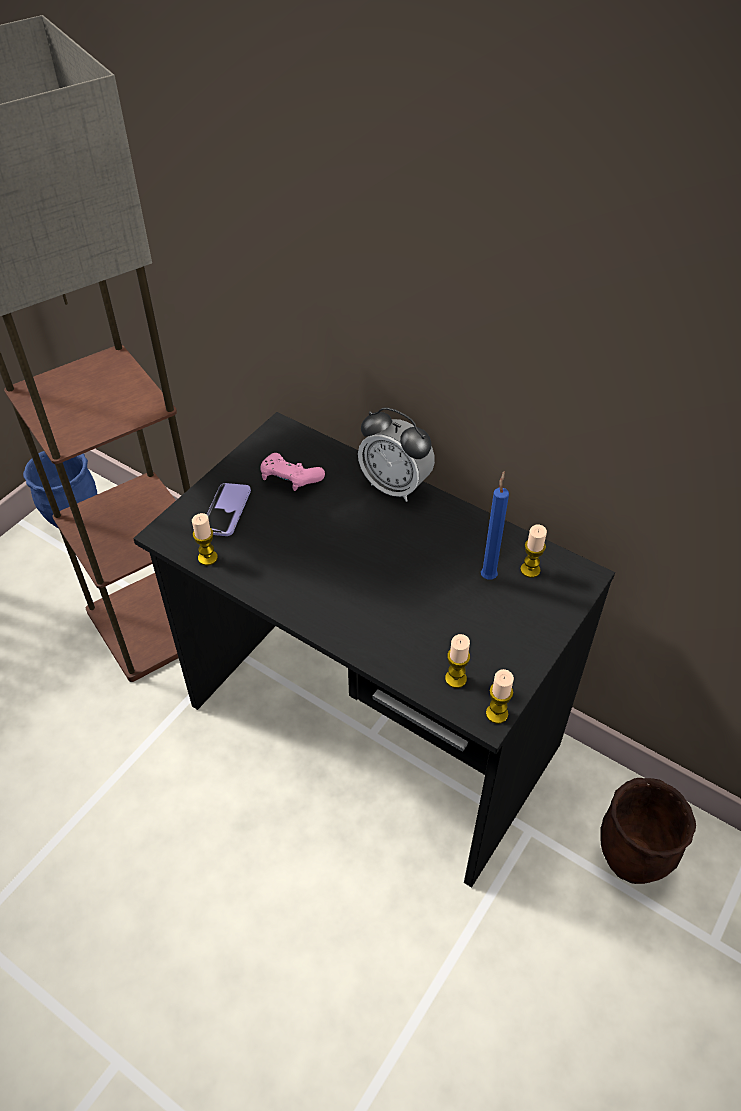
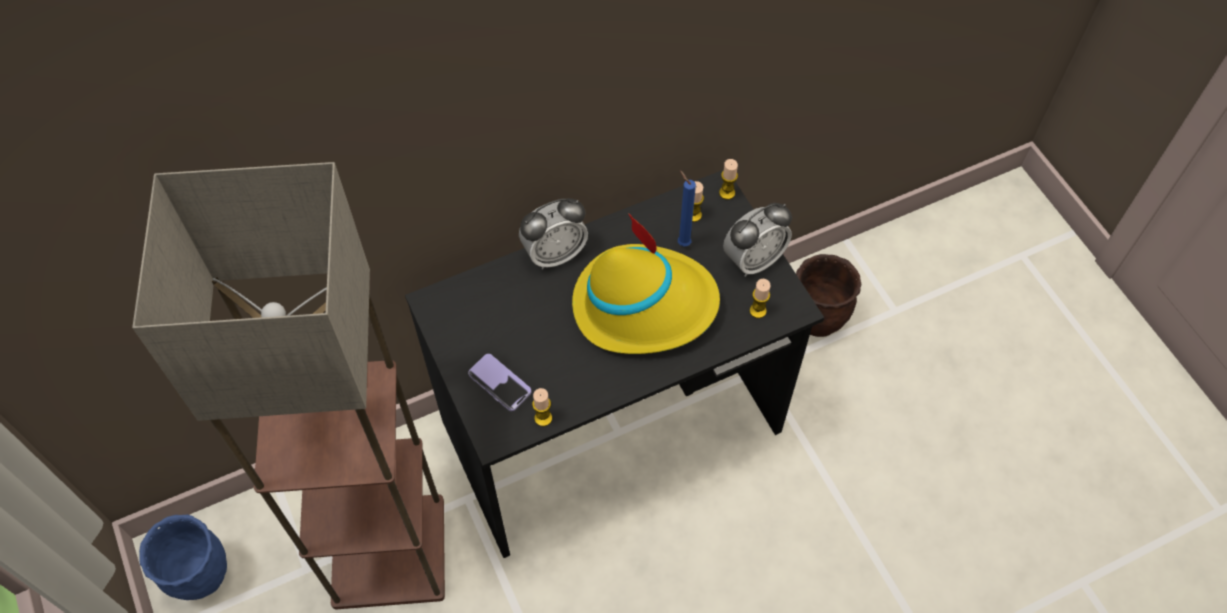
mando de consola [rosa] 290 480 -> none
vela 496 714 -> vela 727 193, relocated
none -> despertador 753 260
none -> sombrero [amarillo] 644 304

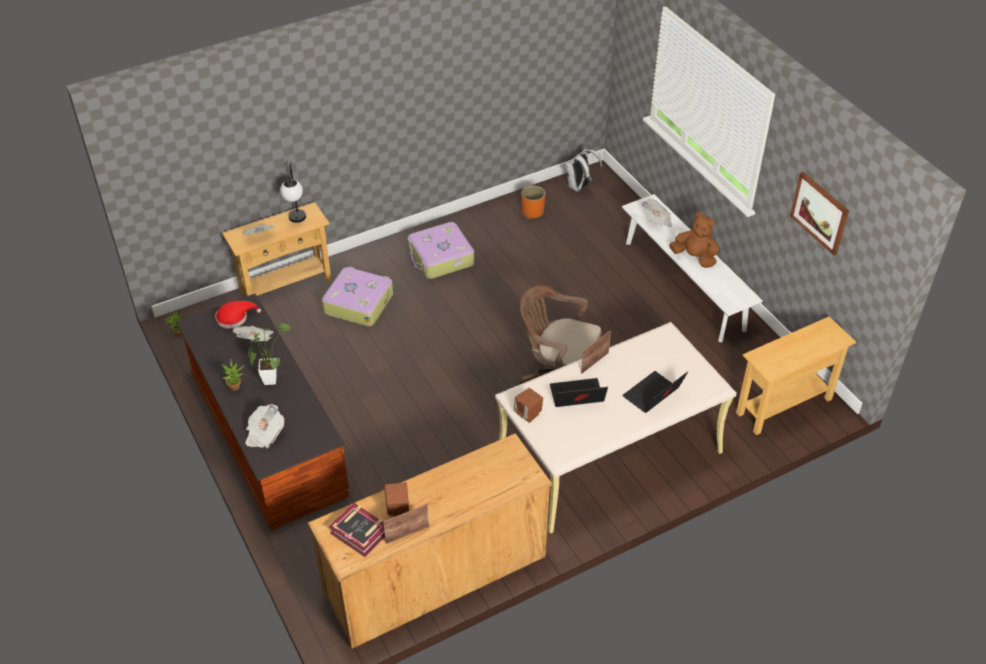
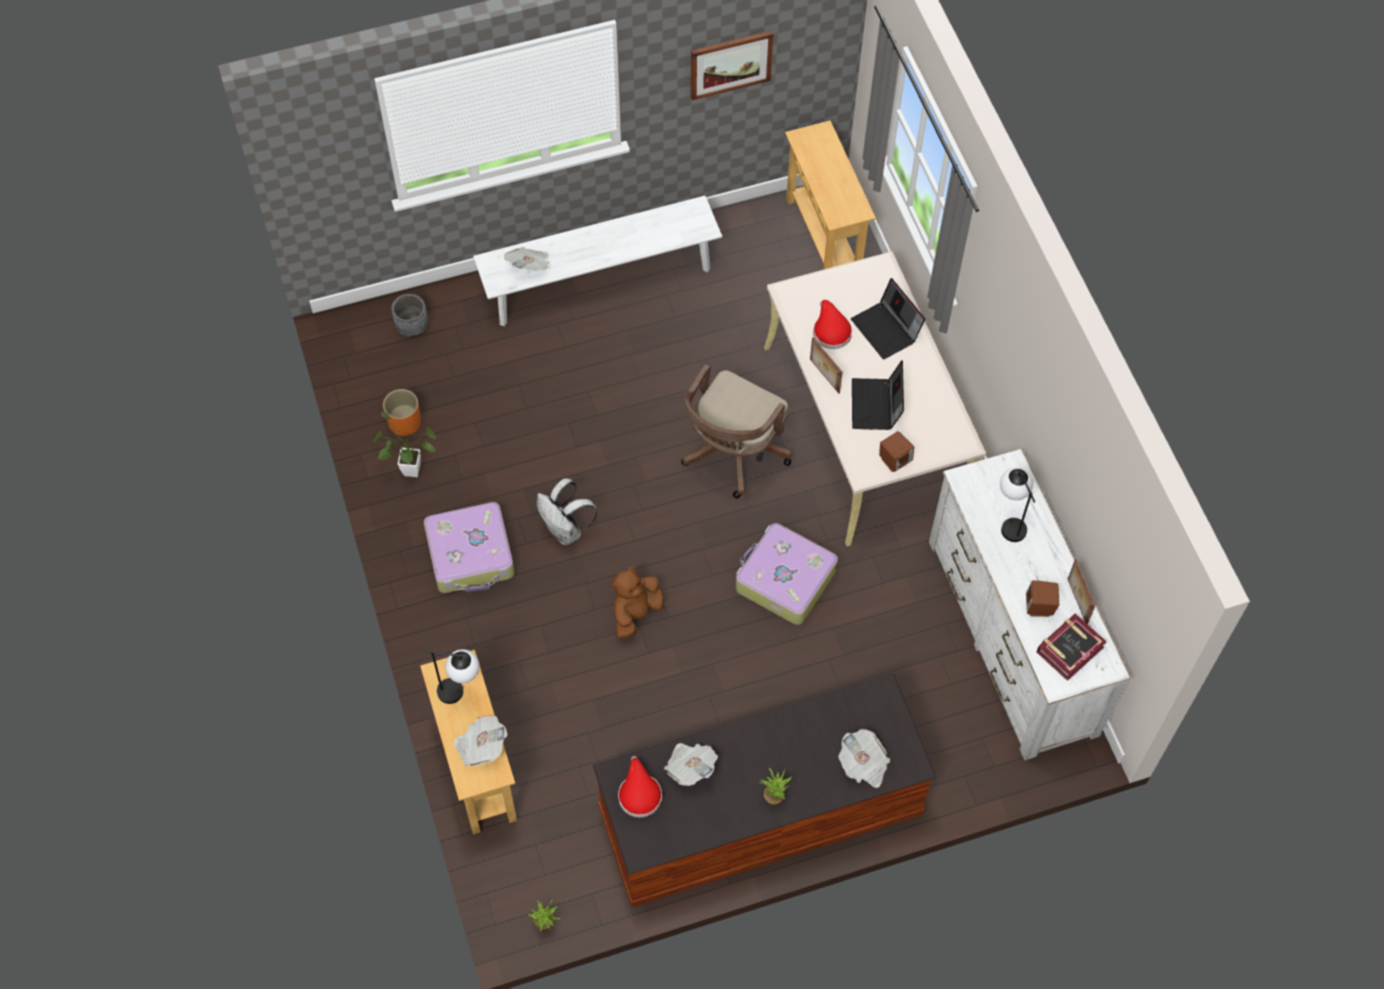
mochila [blanco] 580 187 -> mochila [blanco] 566 530, relocated
peluche [marrón] 694 257 -> peluche [marrón] 635 613, relocated
maleta 358 303 -> maleta 784 580, relocated
planta en maceta 270 377 -> planta en maceta 407 470, relocated
cómoda [marrón] 435 575 -> cómoda [blanco] 1011 637
none -> maceta [gris] 412 327
none -> sombrero [rojo] 830 330
none -> lámpara de mesa 1009 522

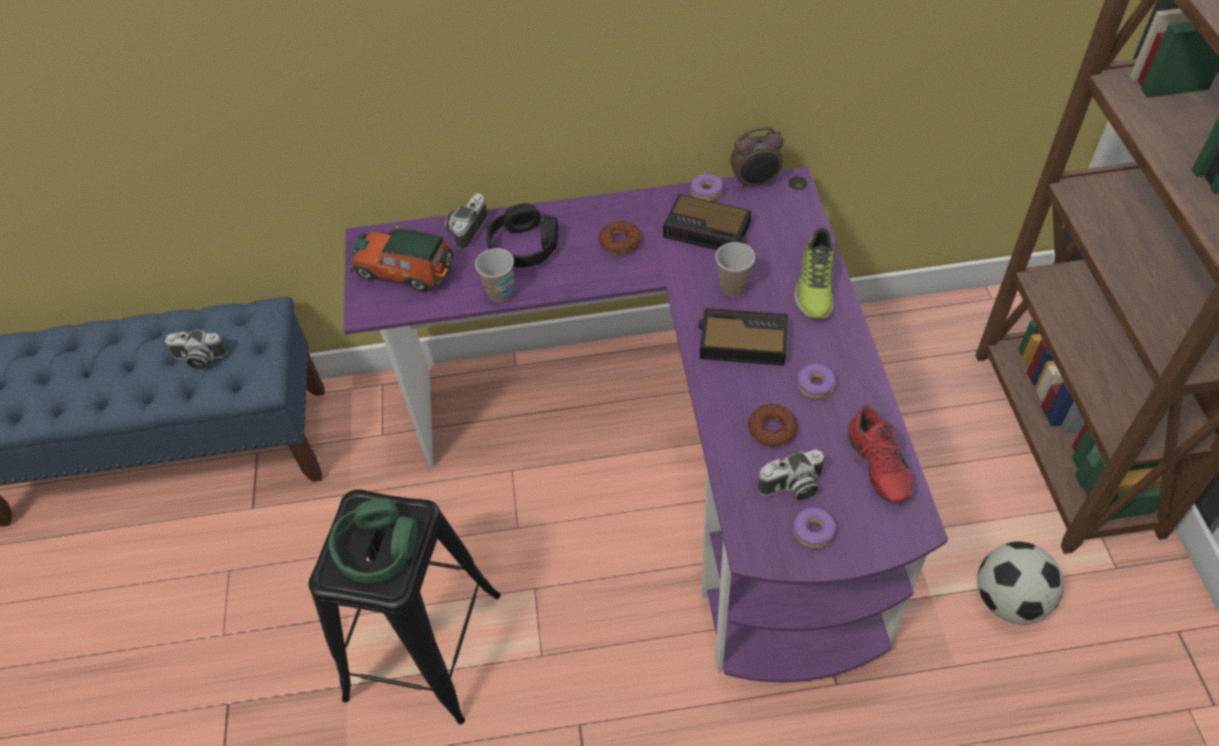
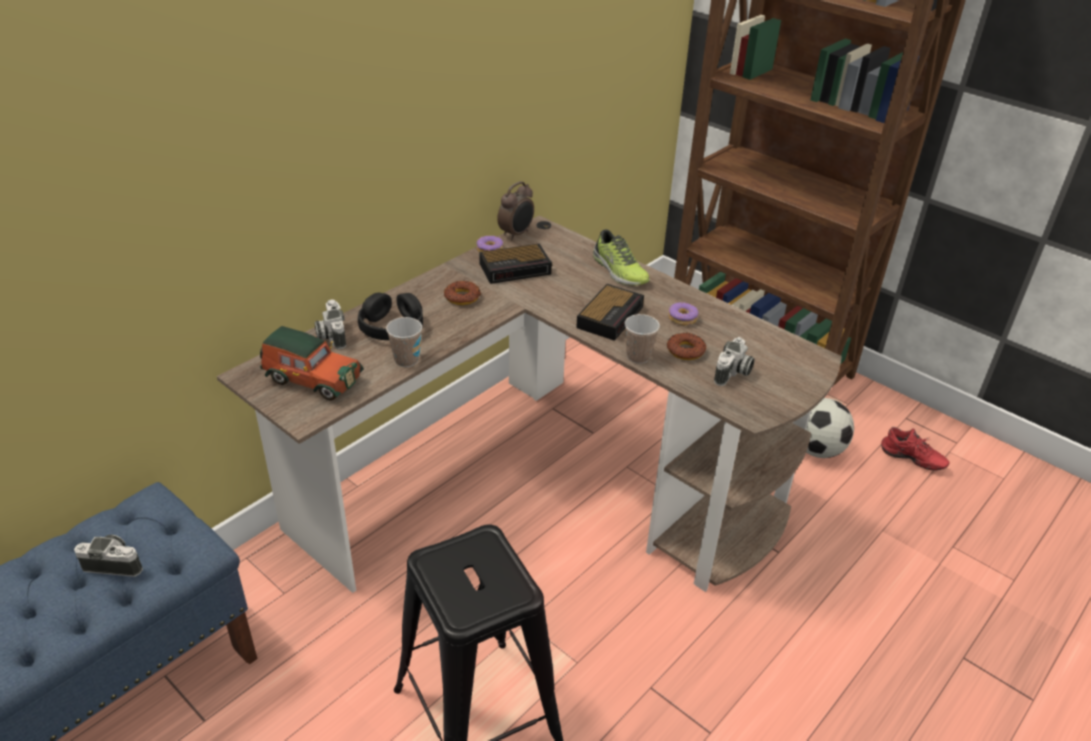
escritorio [morado] 676 457 -> escritorio [marrón] 542 481
coche de juguete 407 271 -> coche de juguete 311 378, 135 degrees counterclockwise
taza 733 287 -> taza 638 356, relocated
despertador 741 341 -> despertador 610 316, 150 degrees clockwise
cámara 199 359 -> cámara 116 563, 135 degrees counterclockwise
zapato [rojo] 874 467 -> zapato [rojo] 911 460, relocated
auriculares [verde] 377 548 -> none
rosquilla 813 532 -> none

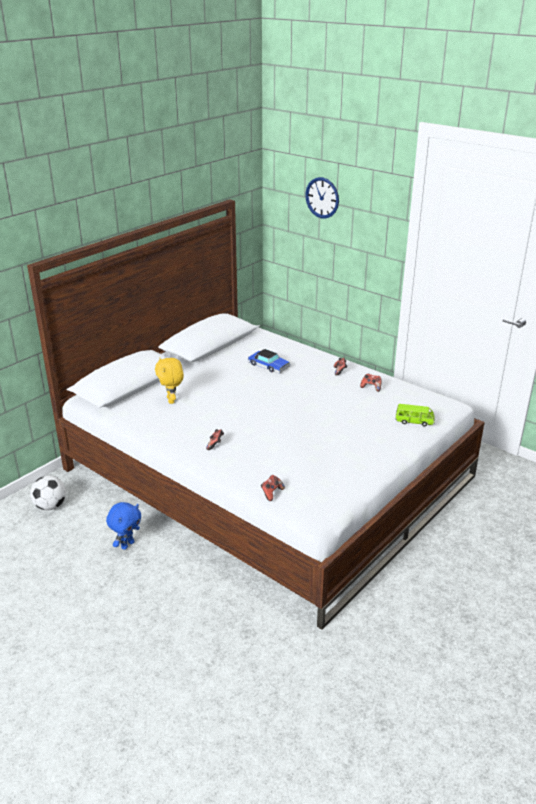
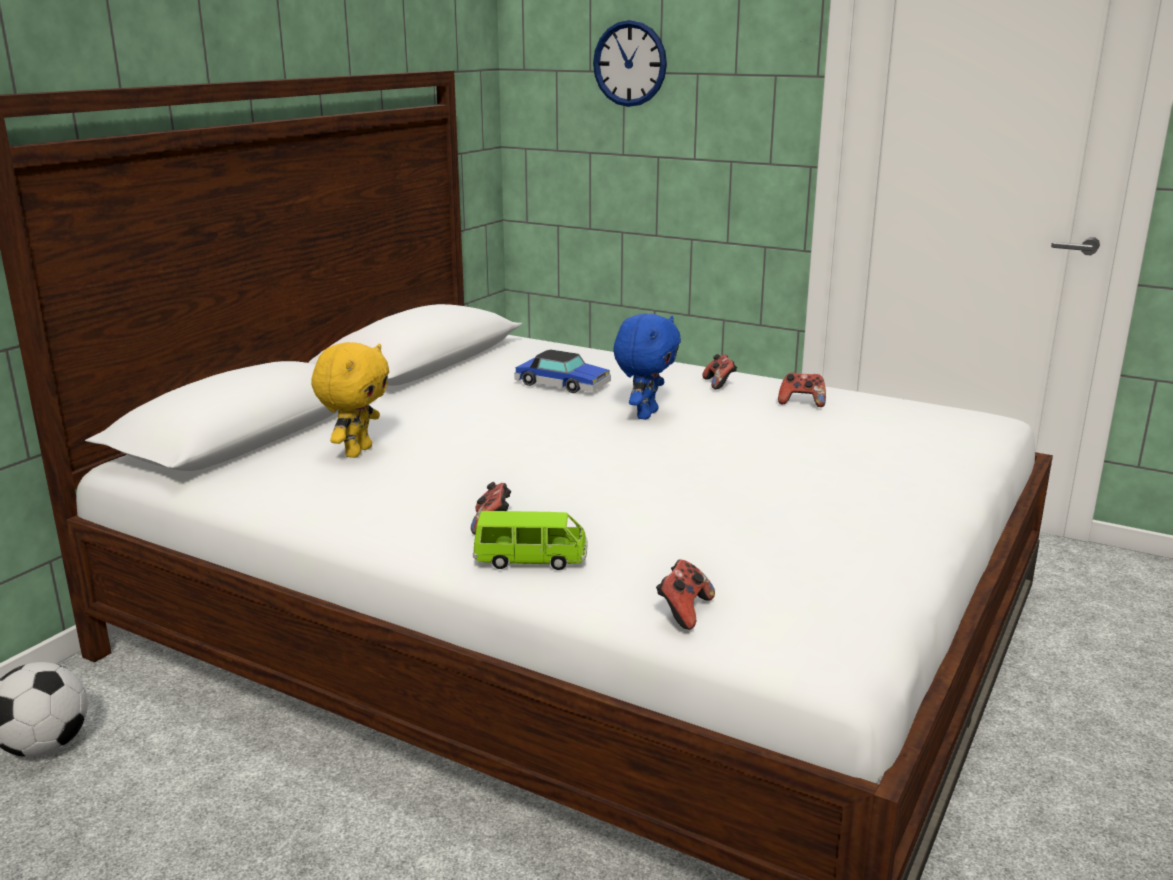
peluche [amarillo] 172 400 -> peluche [amarillo] 357 451, 135 degrees counterclockwise
coche de juguete [verde] 414 421 -> coche de juguete [verde] 531 560, relocated
peluche [azul] 127 544 -> peluche [azul] 645 414, relocated

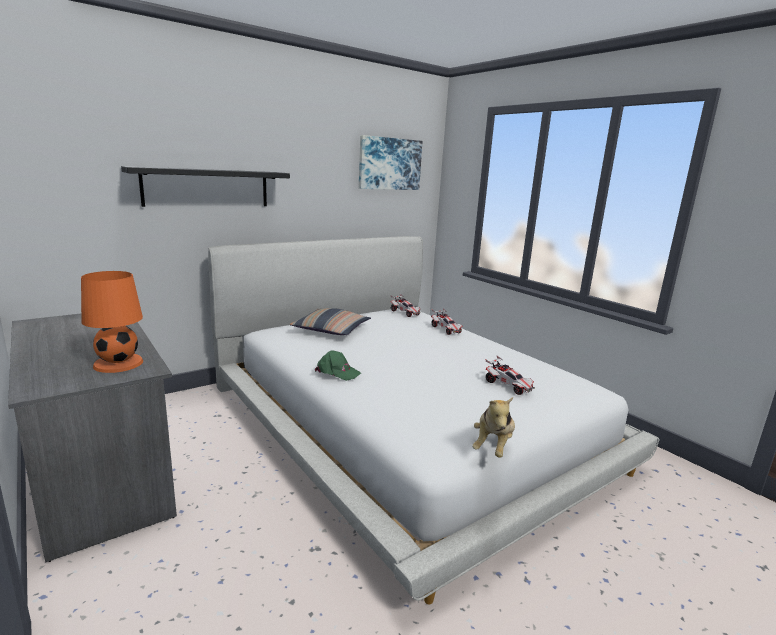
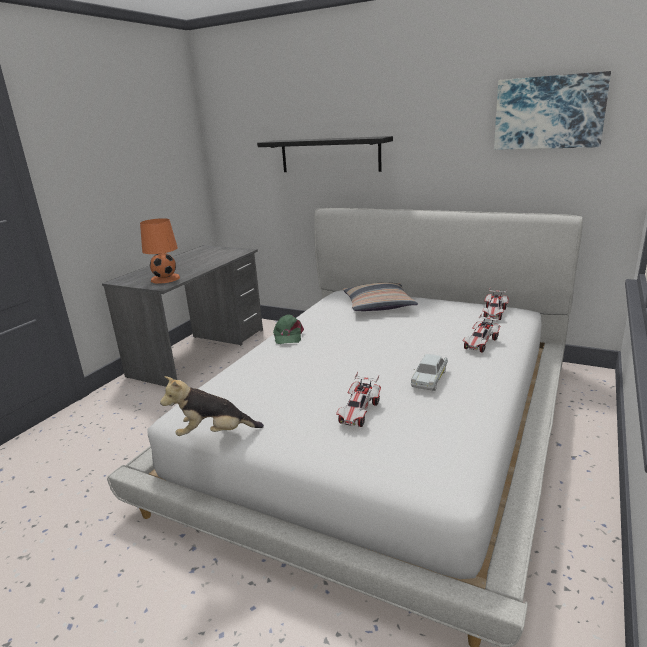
none -> coche de juguete [blanco] 429 379

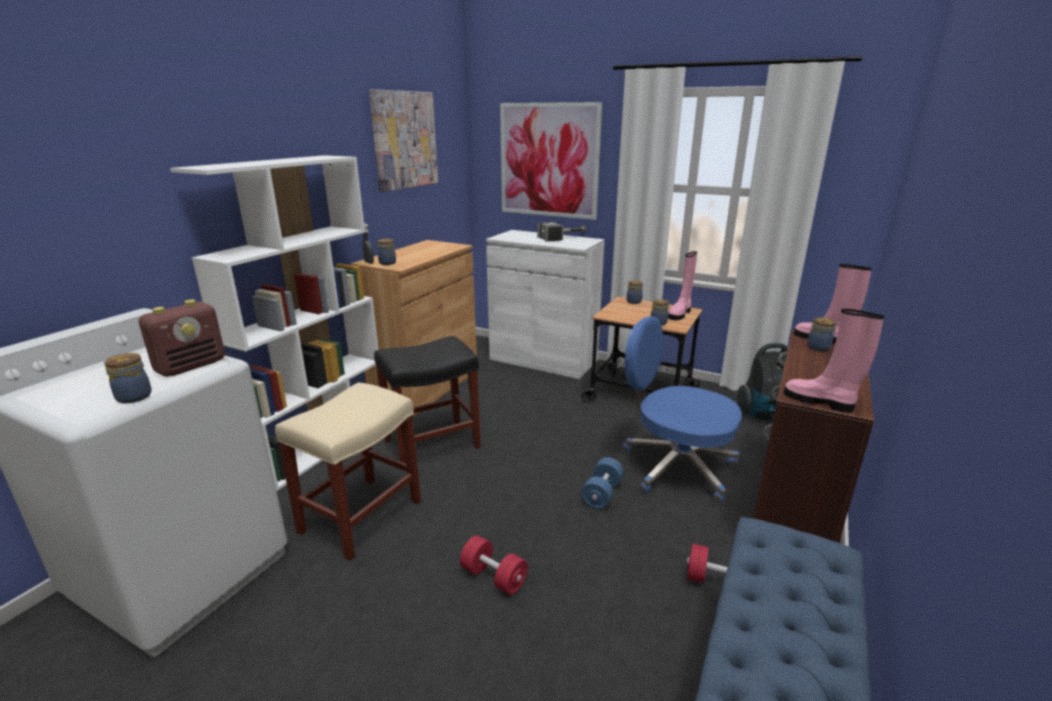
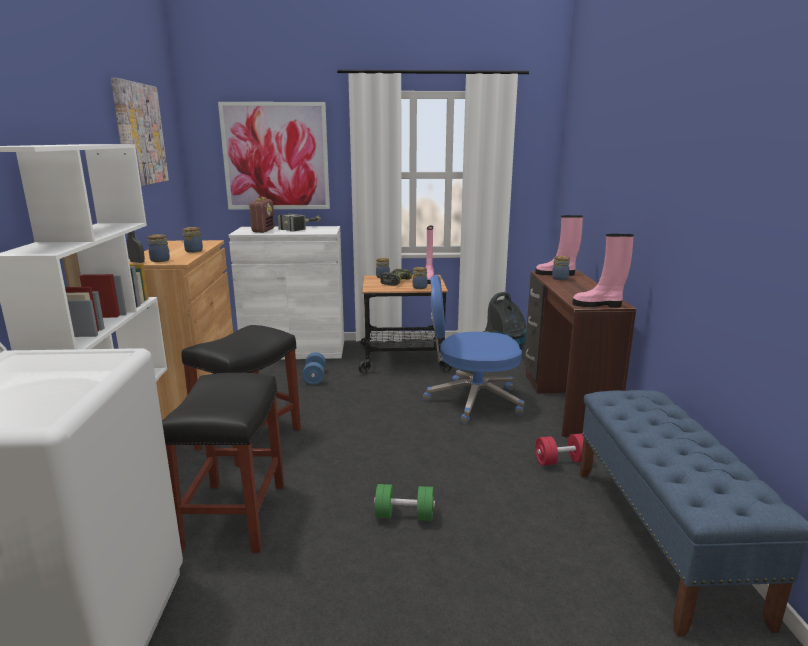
radio 191 366 -> radio 263 230, relocated
tarro 133 396 -> tarro 193 251, relocated
taburete [beis] 362 515 -> taburete [negro] 234 514
mancuerna [azul] 602 493 -> mancuerna [azul] 315 377, relocated
mancuerna [rojo] 494 577 -> mancuerna [verde] 404 515
none -> taladro 395 282

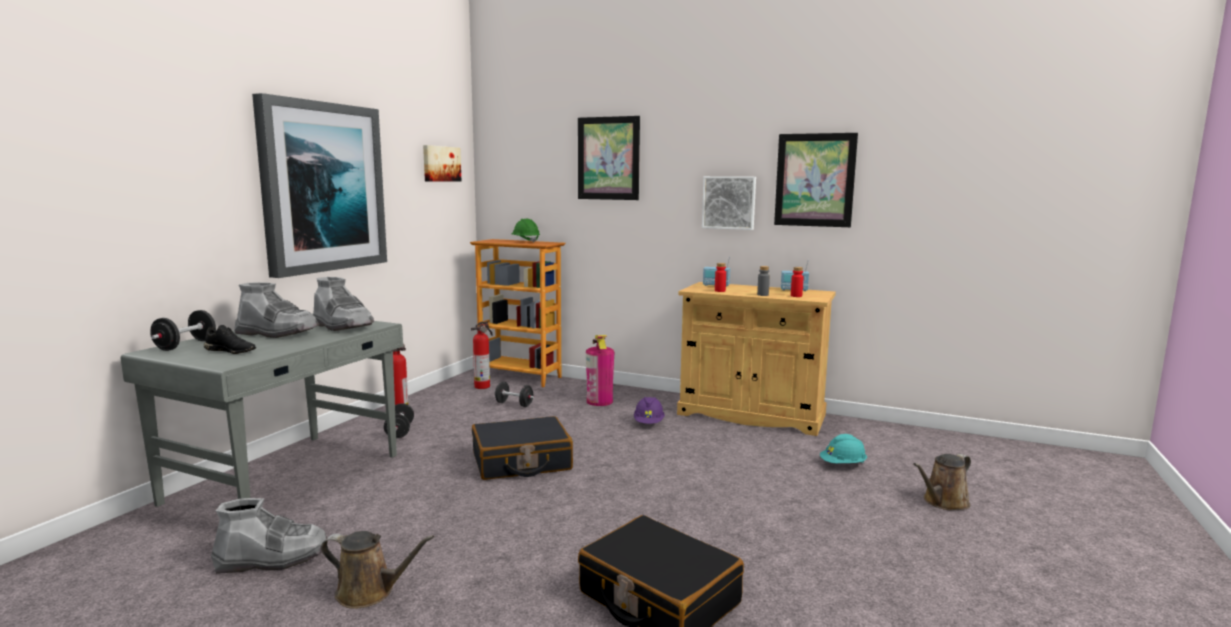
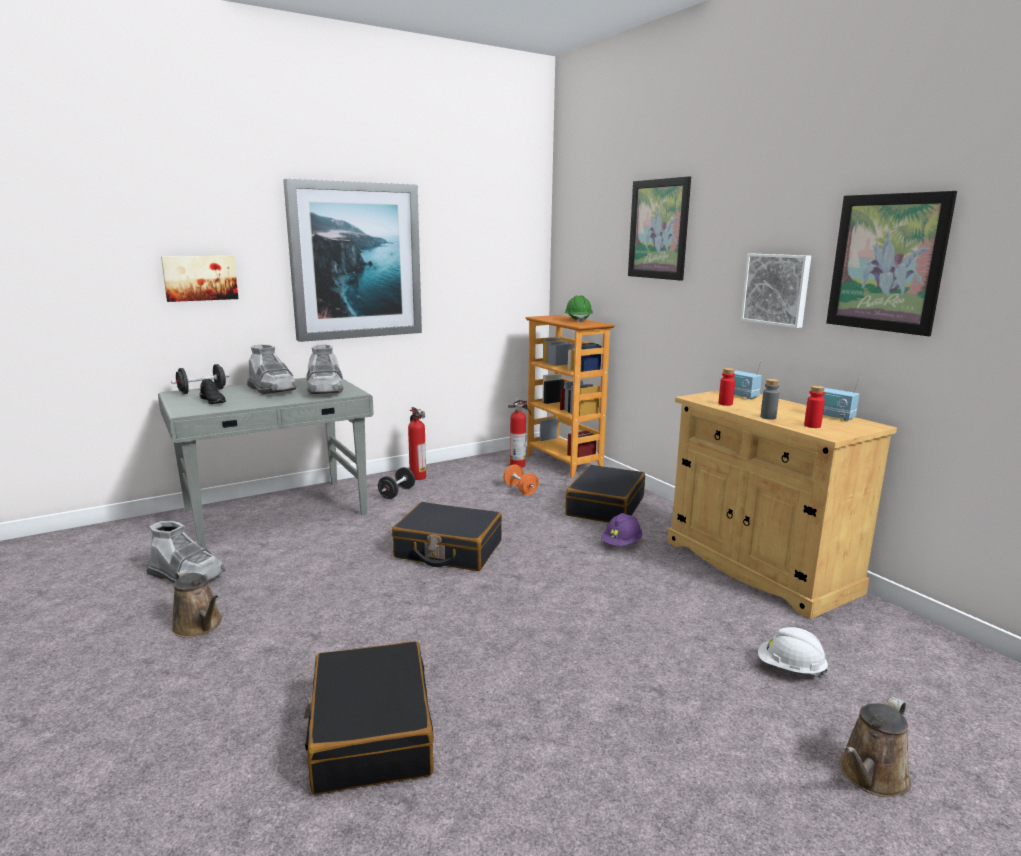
cuadro 441 164 -> cuadro 200 278, relocated
extintor 599 401 -> maleta [negro] 605 506
mancuerna [negro] 514 404 -> mancuerna [naranja] 520 490
casco [turquesa] 843 465 -> casco [blanco] 790 669
regadera [marrón] 943 502 -> regadera [marrón] 871 777, 45 degrees counterclockwise

